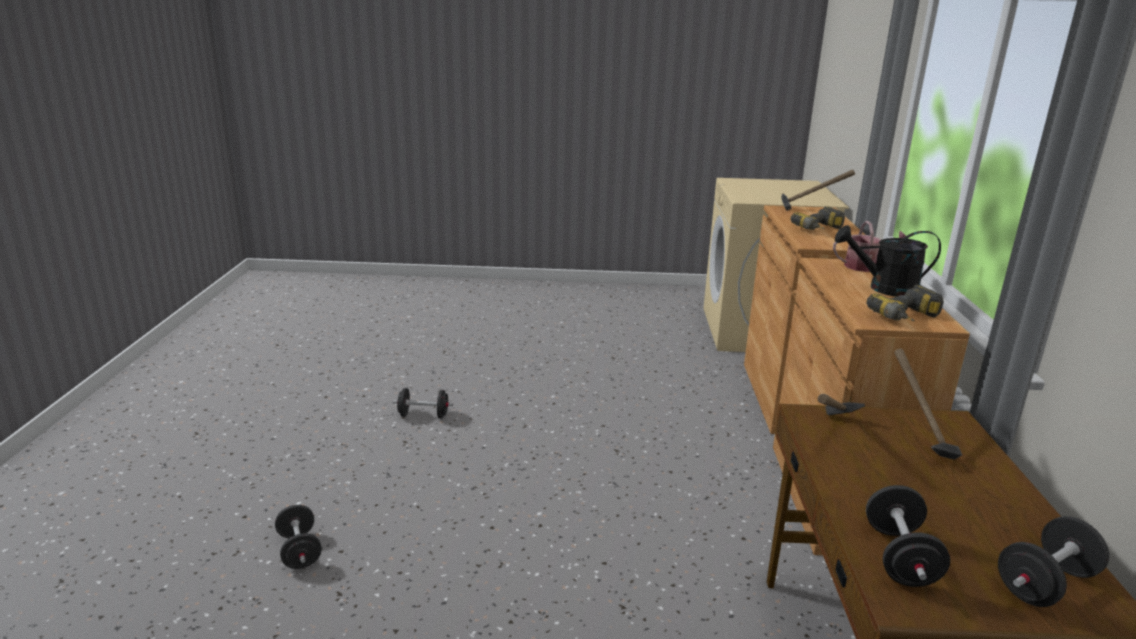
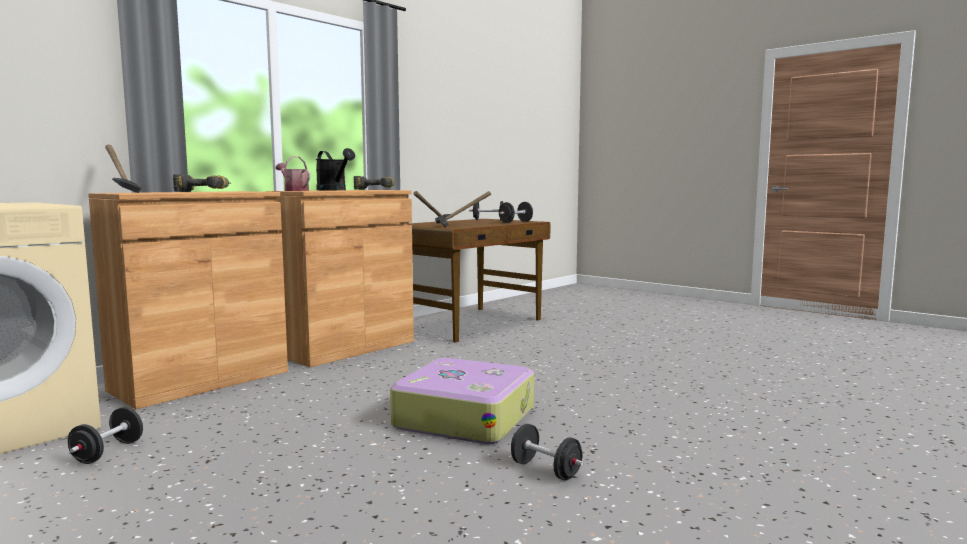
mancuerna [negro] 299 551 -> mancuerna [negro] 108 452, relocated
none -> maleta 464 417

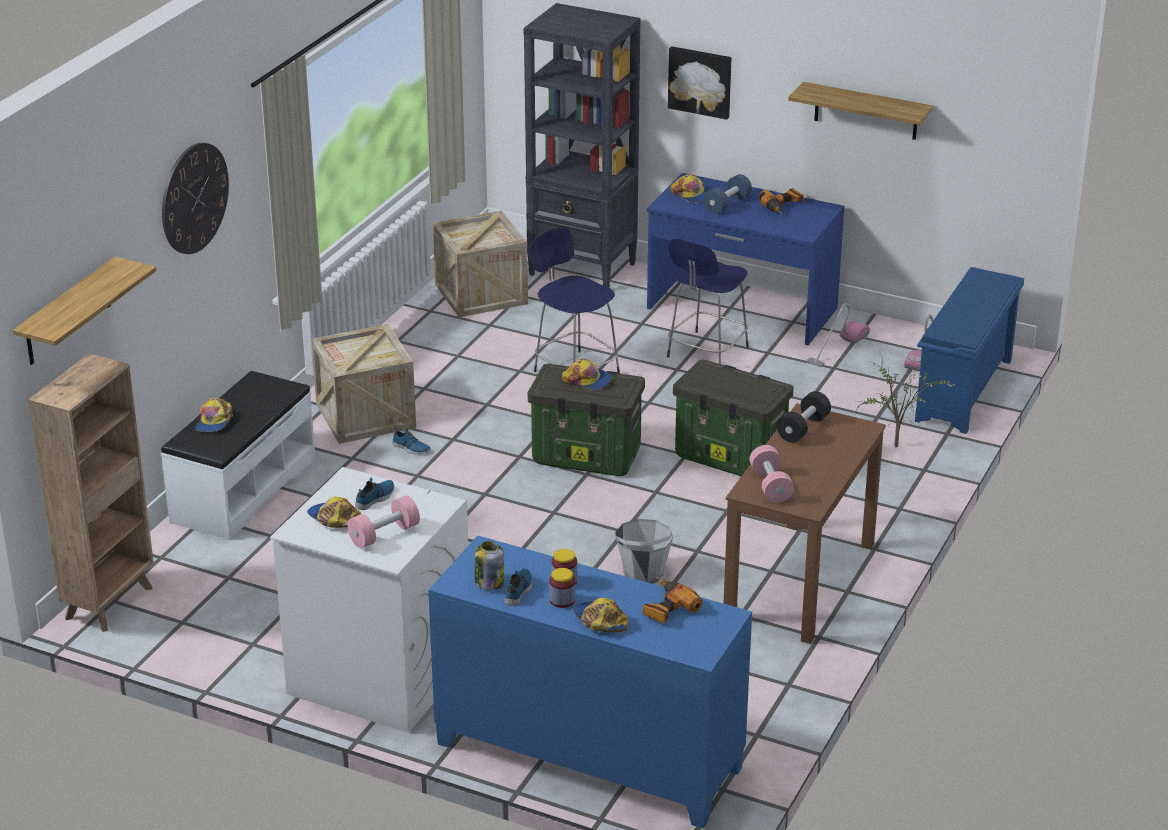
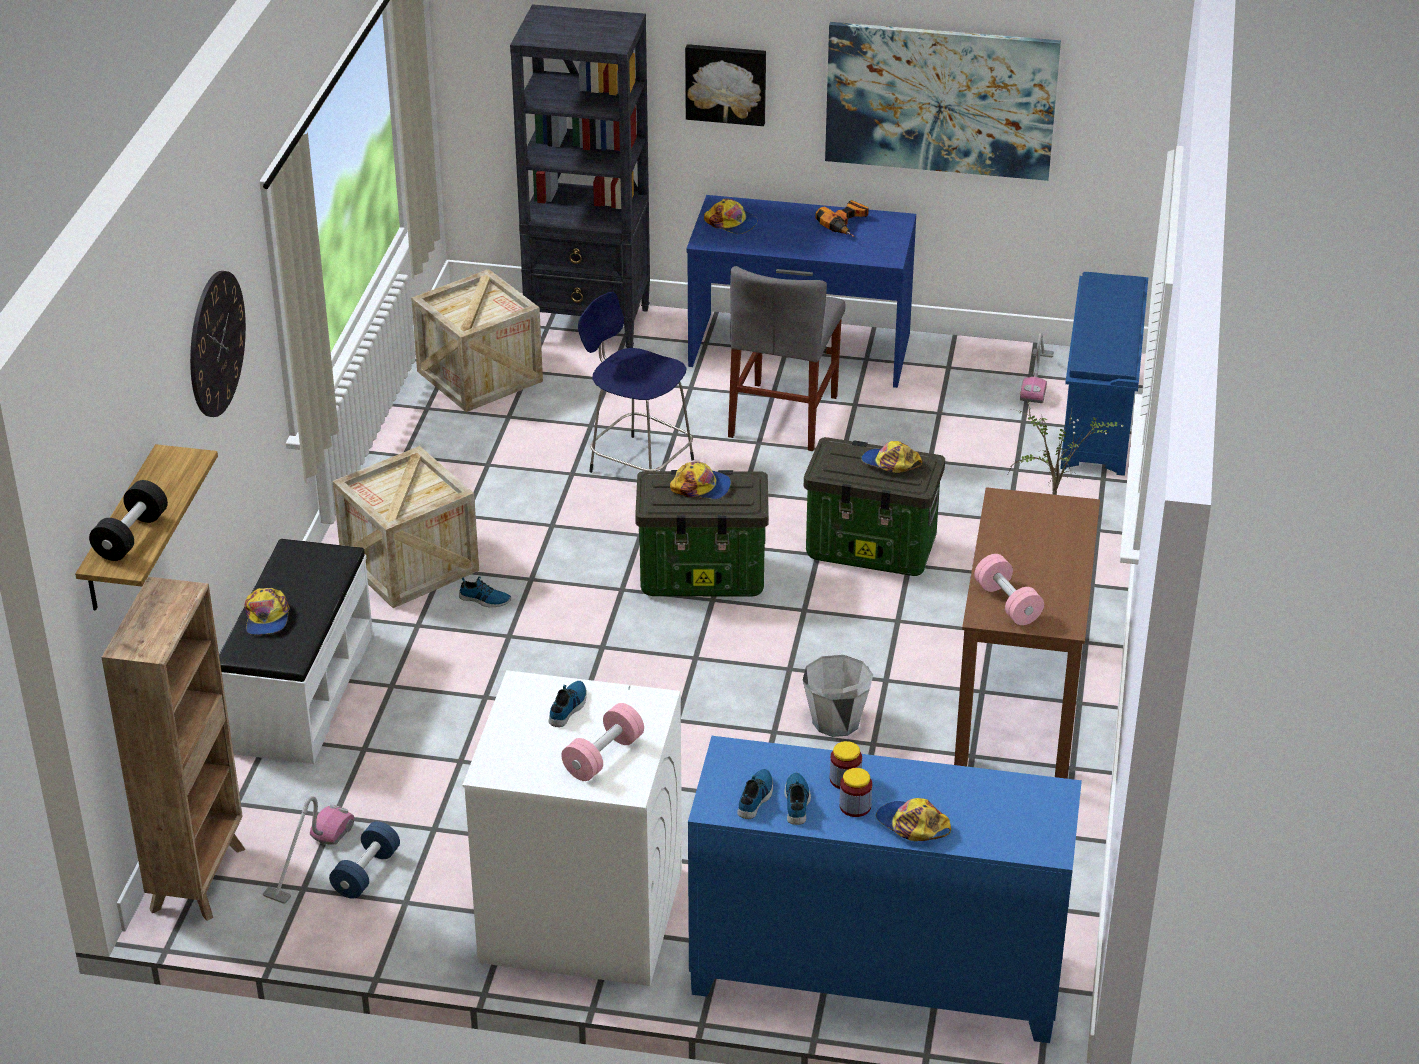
estante 866 111 -> cuadro 940 100
mancuerna [azul] 727 204 -> mancuerna [azul] 366 873, relocated
taburete [azul] 706 353 -> silla [gris] 783 416
aspiradora 837 348 -> aspiradora 309 859, relocated
mancuerna [negro] 803 428 -> mancuerna [negro] 131 536, relocated
gorra 334 518 -> gorra 890 464, relocated
tarro 489 582 -> zapato 756 797
taladro 665 607 -> none

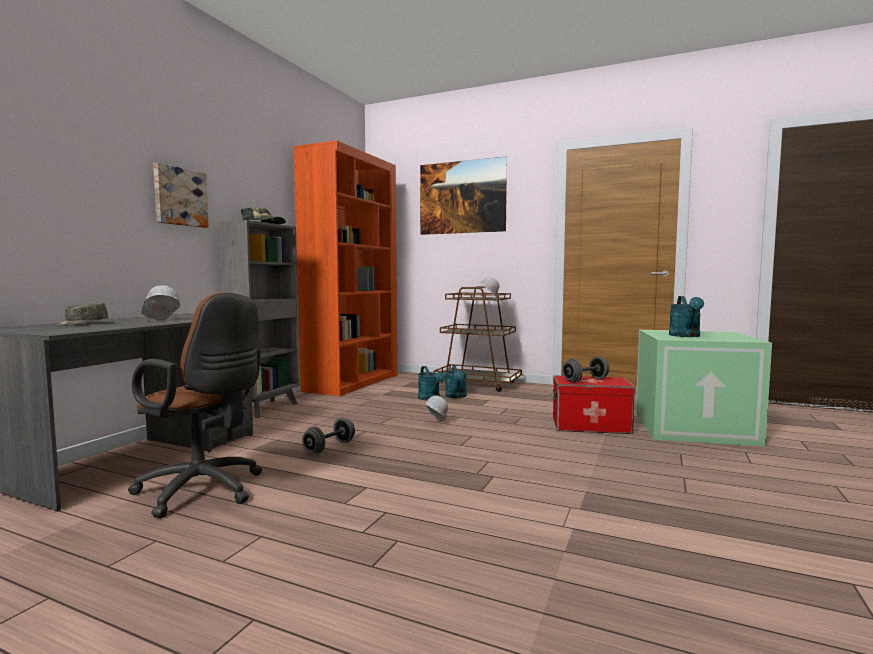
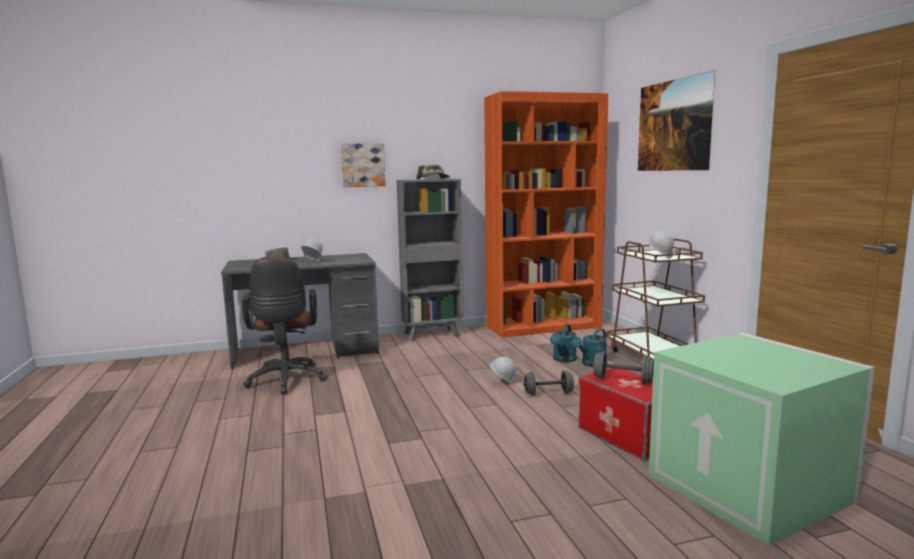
regadera [turquesa] 686 336 -> none
mancuerna [gris] 329 447 -> mancuerna [gris] 548 394, relocated

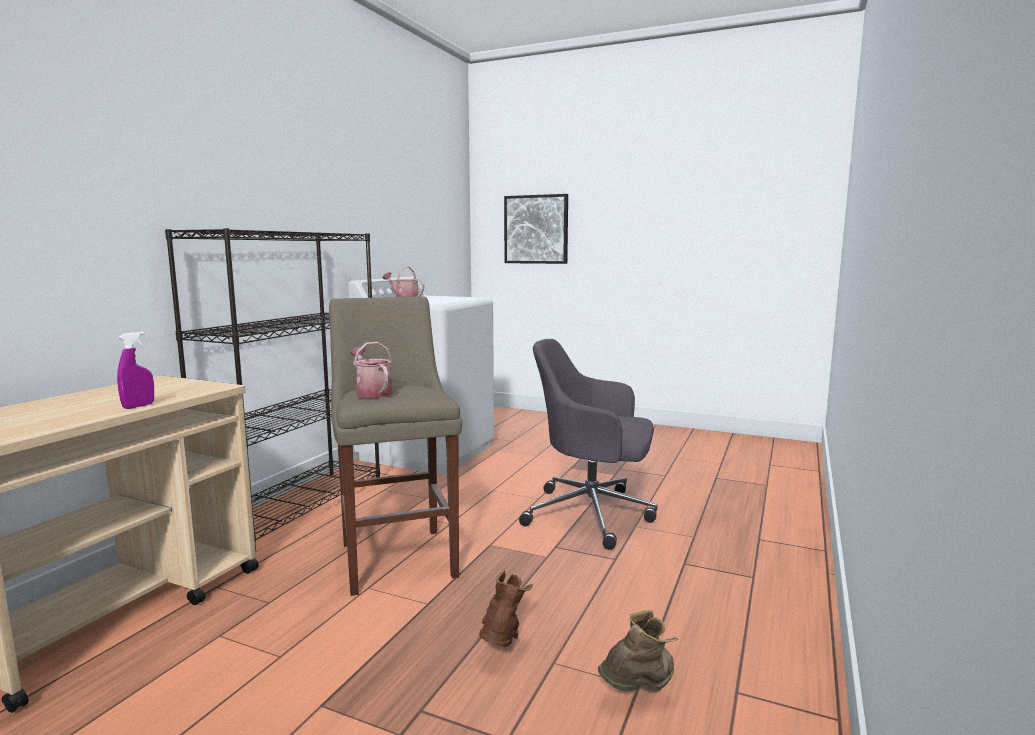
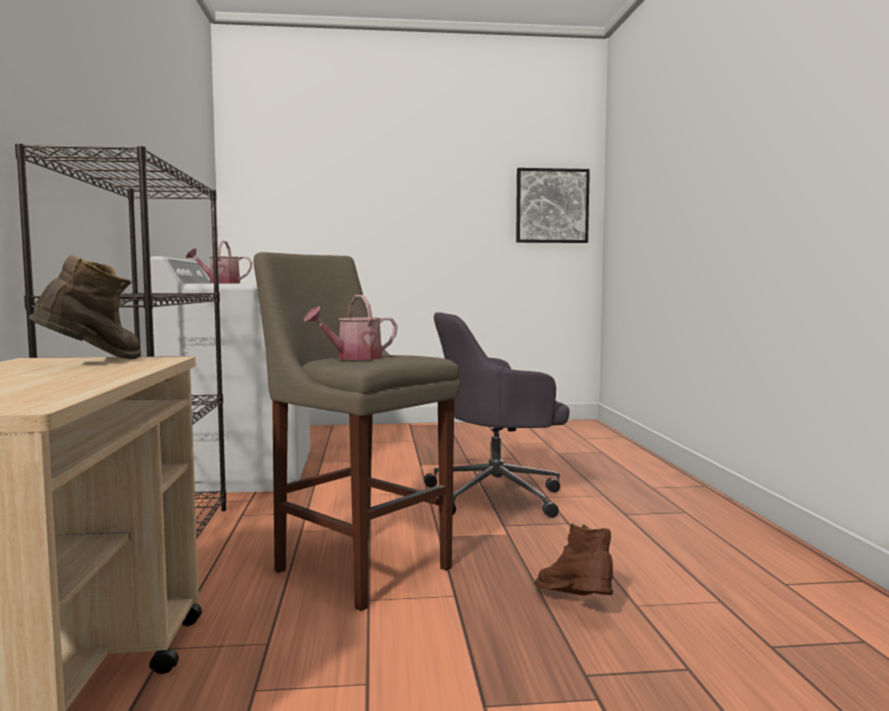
cuadro 536 229 -> cuadro 552 206, relocated
pulverizador [morado] 138 406 -> none
regadera 372 393 -> regadera 353 358, 60 degrees counterclockwise
bota [marrón] 640 690 -> bota [marrón] 94 362, relocated

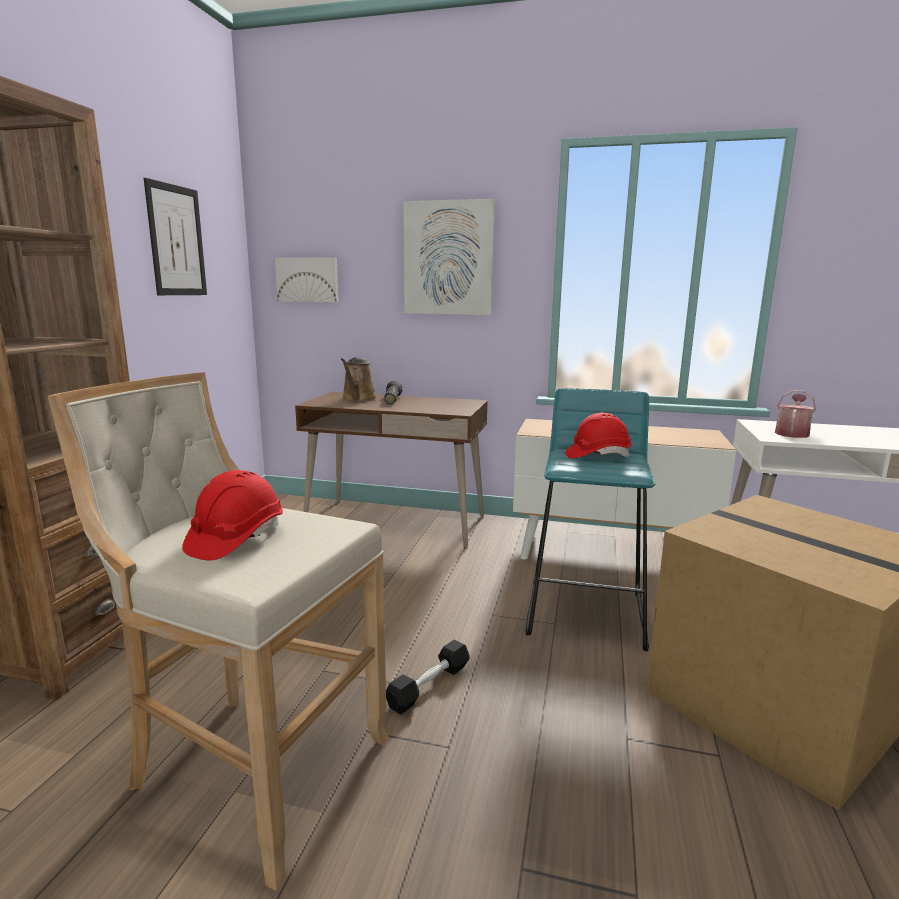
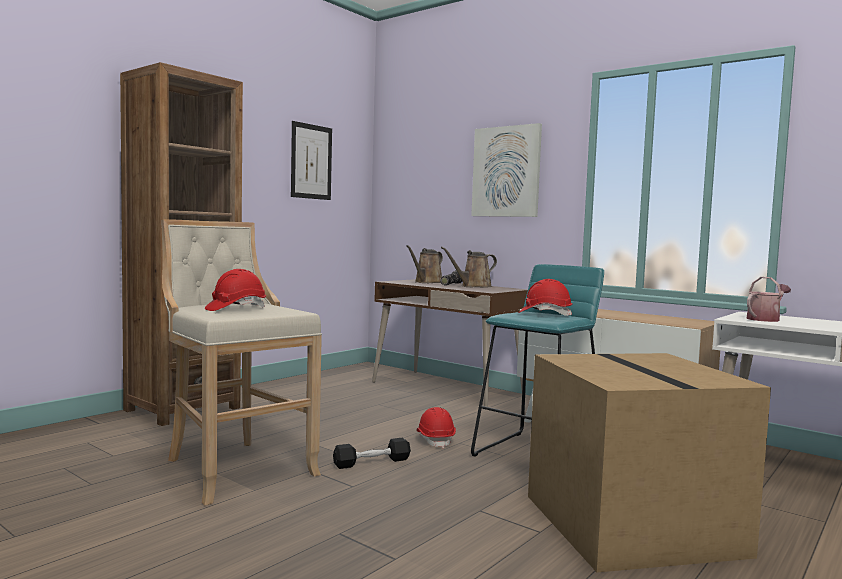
cuadro 308 279 -> none
none -> regadera [marrón] 473 286
none -> casco [rojo] 435 440

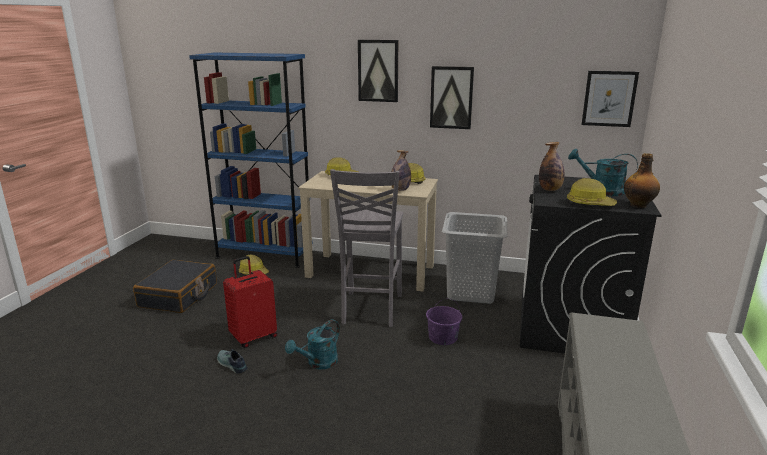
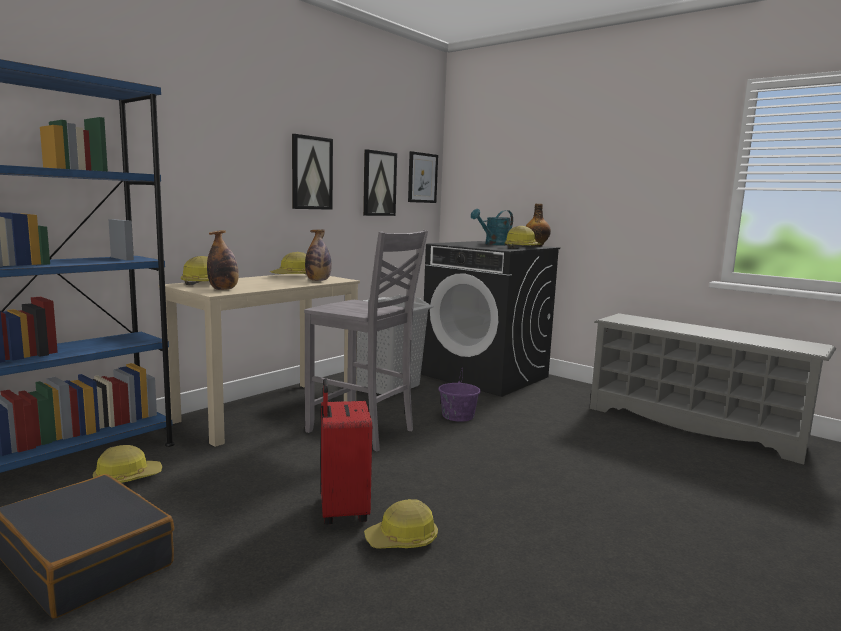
cuadro 378 71 -> cuadro 379 183, relocated
botella 550 190 -> botella 223 289, relocated
regadera [turquesa] 318 363 -> none
zapato 231 365 -> casco 402 540

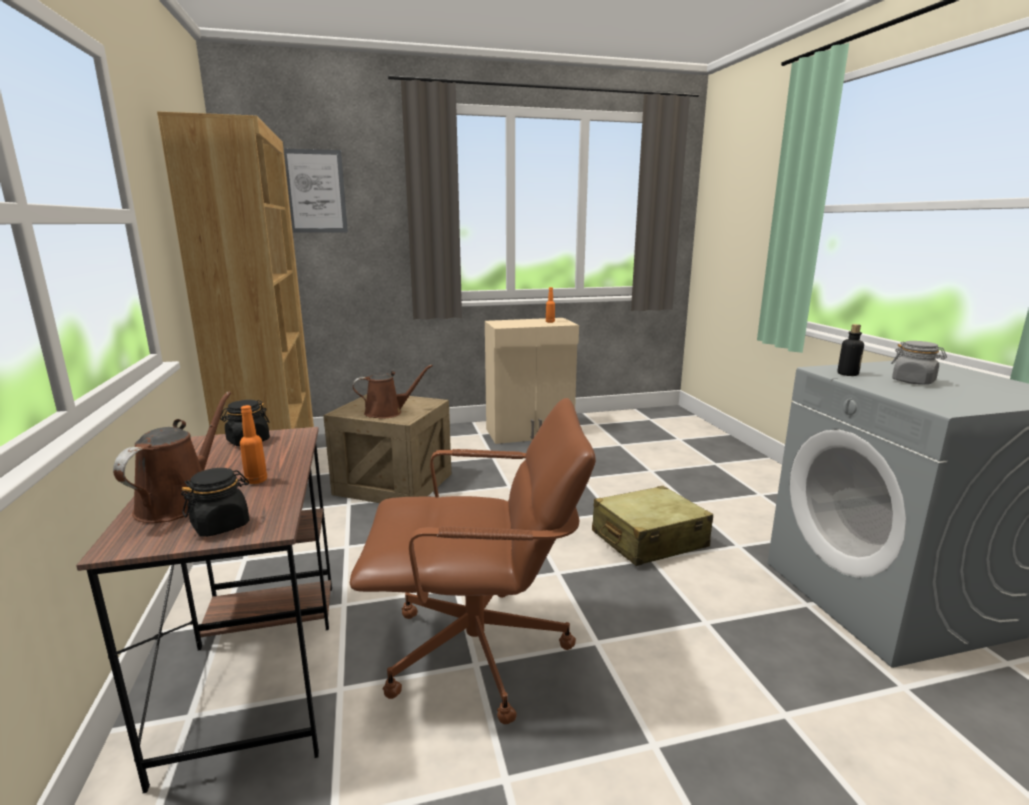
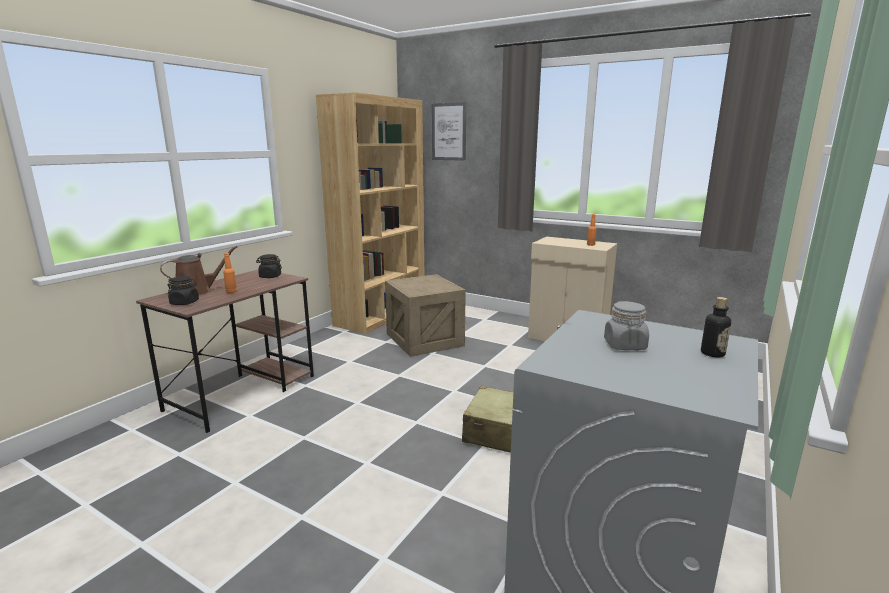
botella 847 374 -> botella 712 353, relocated
regadera [marrón] 387 412 -> none
silla de oficina [marrón] 479 652 -> none

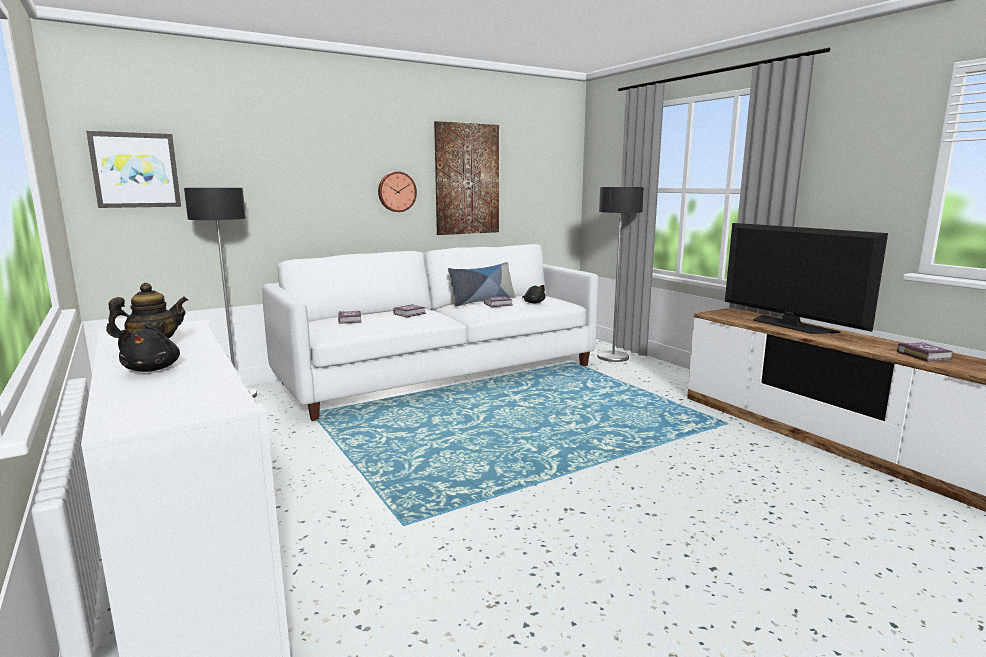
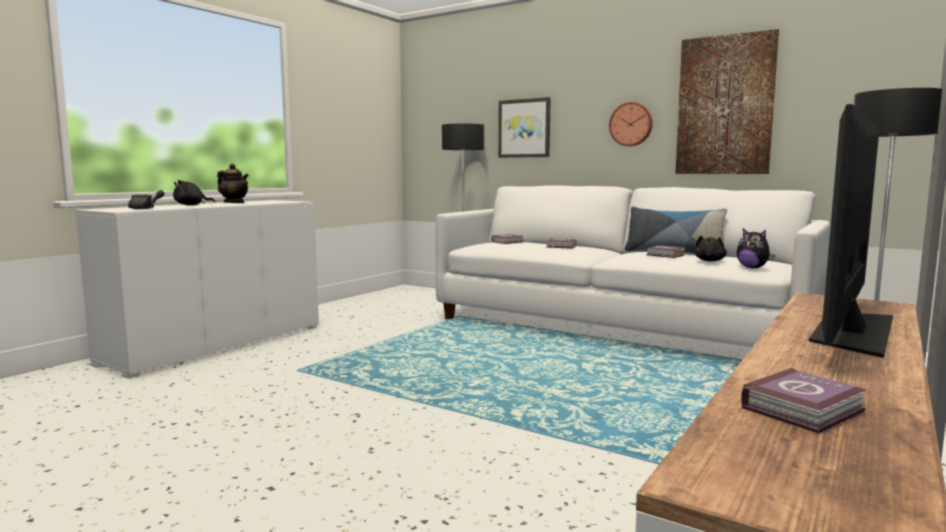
cuadro 135 170 -> cuadro 524 128, relocated
none -> tetera [gris] 146 208
none -> peluche 753 268

